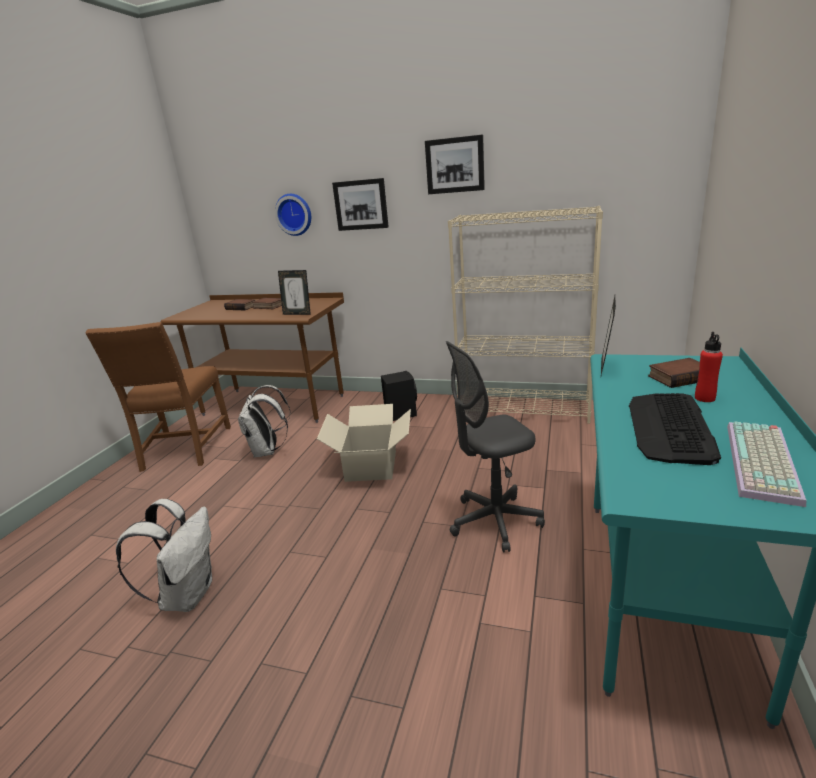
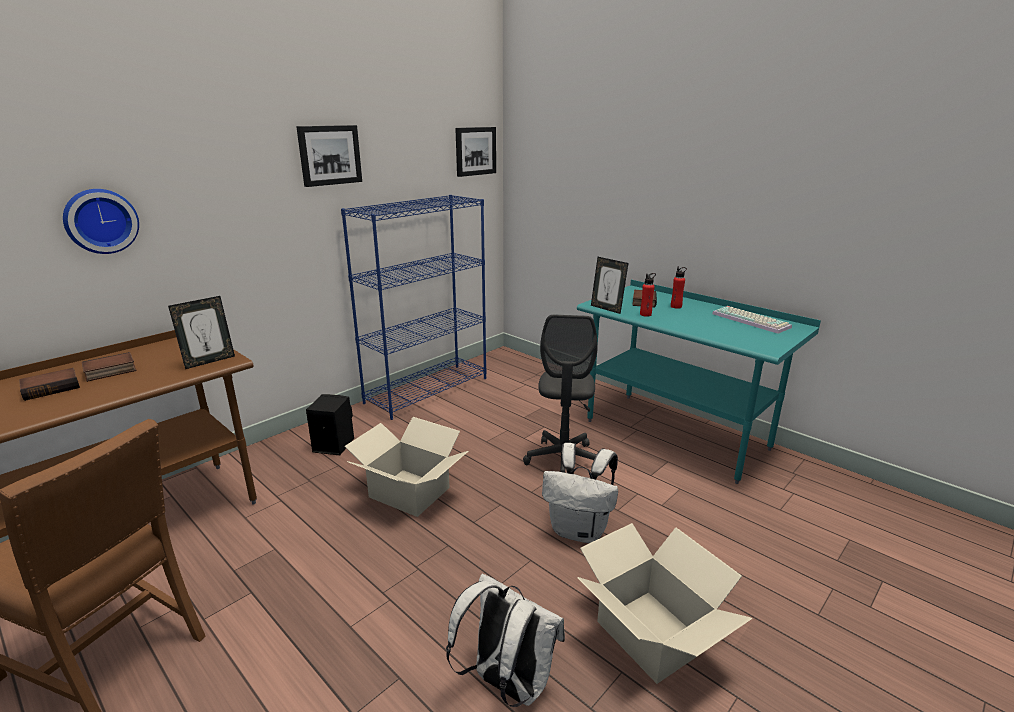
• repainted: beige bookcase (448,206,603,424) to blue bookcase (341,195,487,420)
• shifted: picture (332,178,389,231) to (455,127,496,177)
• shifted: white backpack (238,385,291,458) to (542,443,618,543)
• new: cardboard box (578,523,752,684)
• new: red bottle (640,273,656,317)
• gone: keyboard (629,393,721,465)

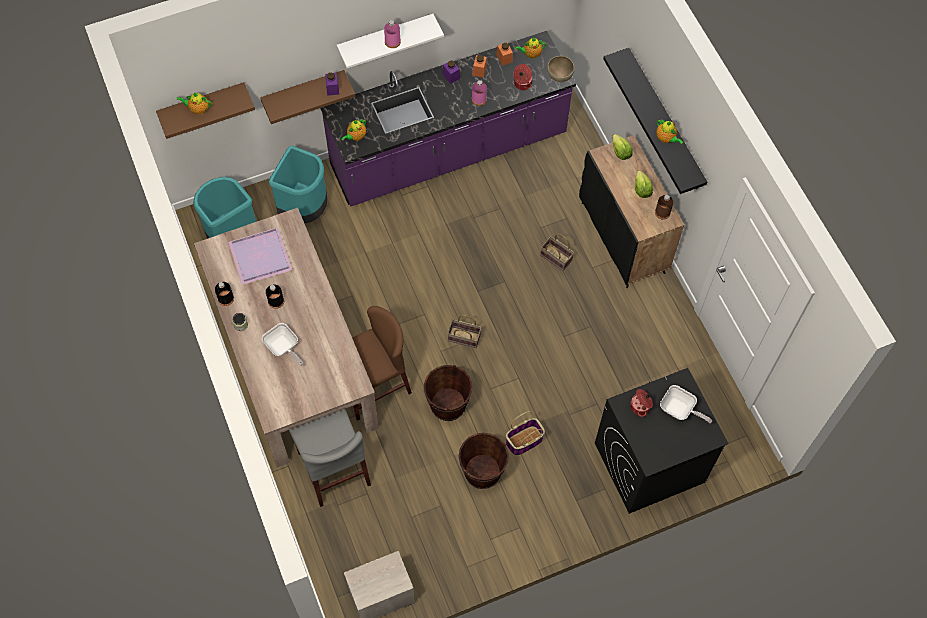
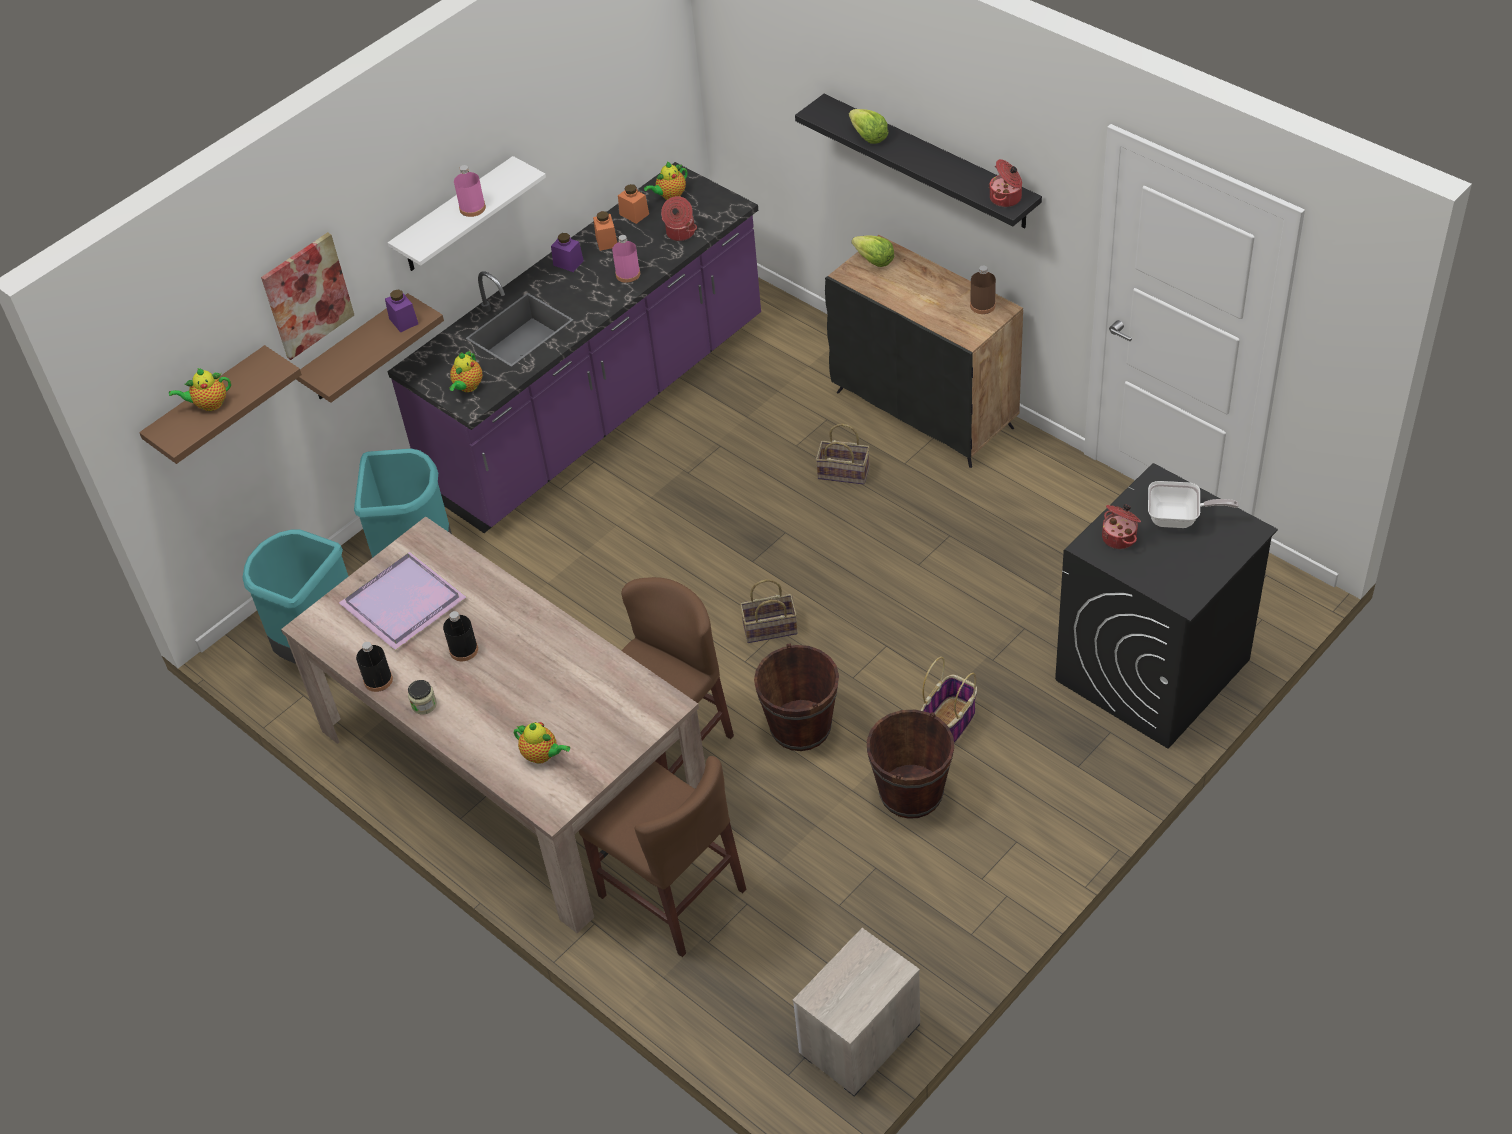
• new: picture (261,232,354,360)
• shifted: teapot (656,120,683,144) to (514,722,570,764)
• repainted: grey chair (289,409,371,507) to brown chair (579,756,746,957)
• shifted: lettuce (635,170,653,198) to (849,109,888,144)
• new: cooking pot (989,159,1022,207)
• gone: frying pan (262,323,303,366)
• gone: brown bowl (547,56,575,82)

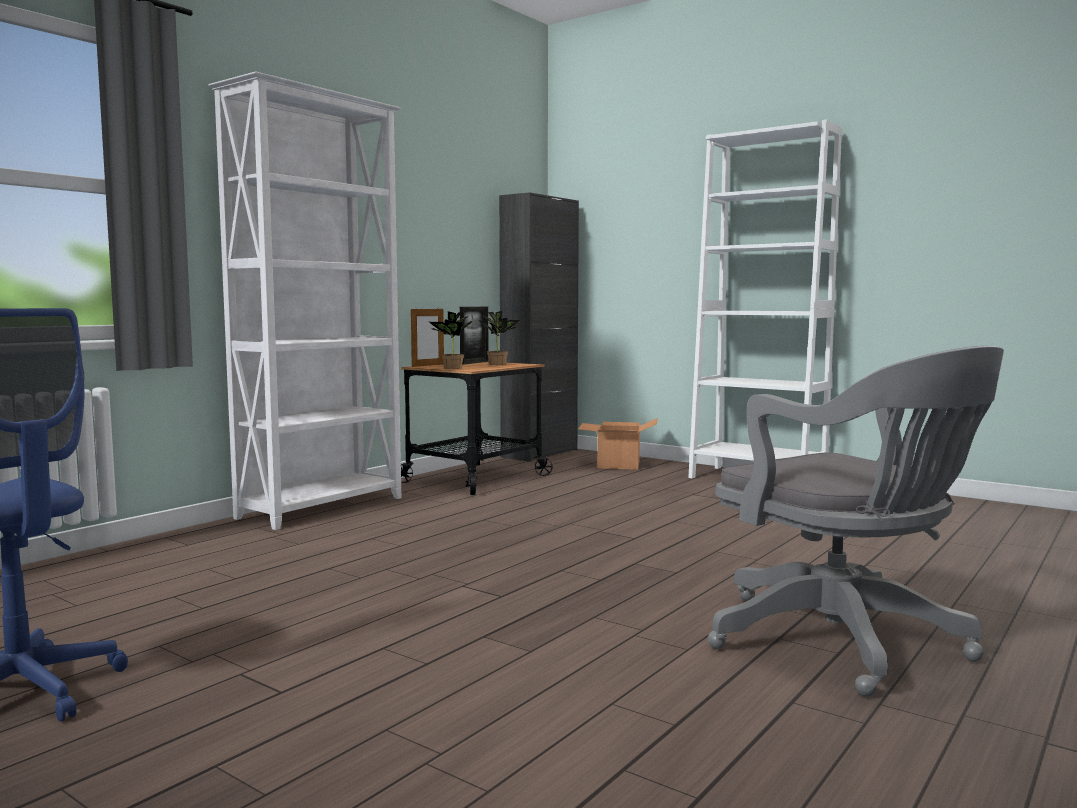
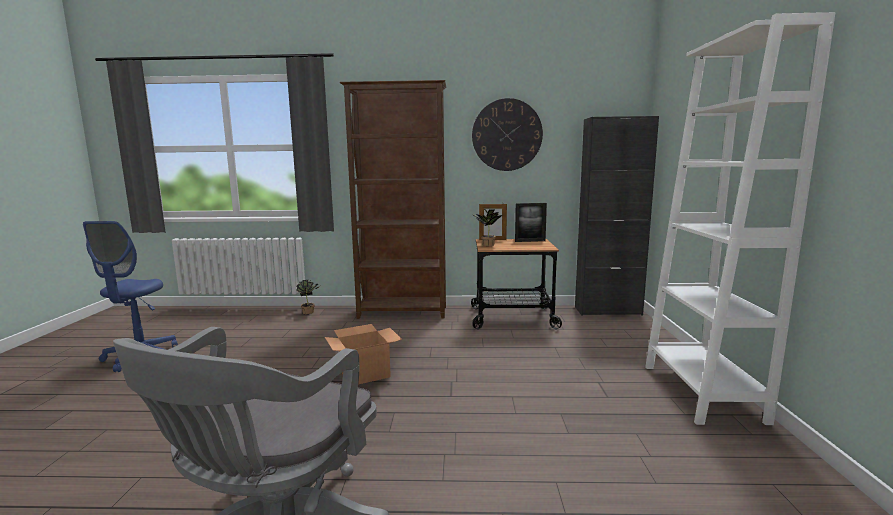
• shifted: potted plant (478,310,521,365) to (296,280,320,314)
• shifted: cardboard box (578,418,658,470) to (325,324,402,385)
• repainted: white bookcase (208,71,401,530) to brown bookcase (340,80,446,319)
• new: wall clock (472,98,543,171)

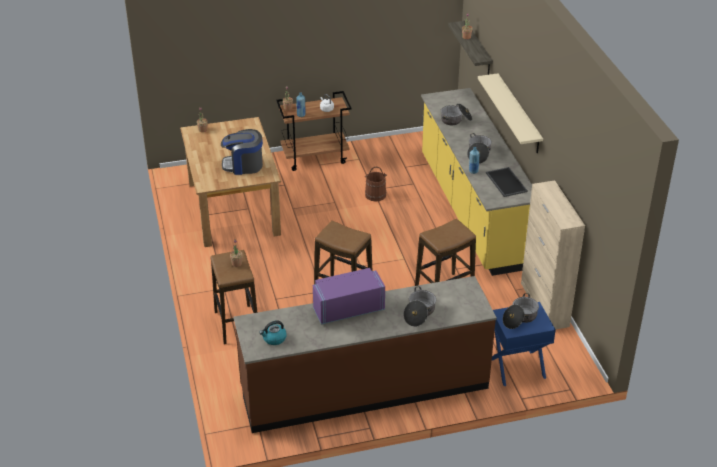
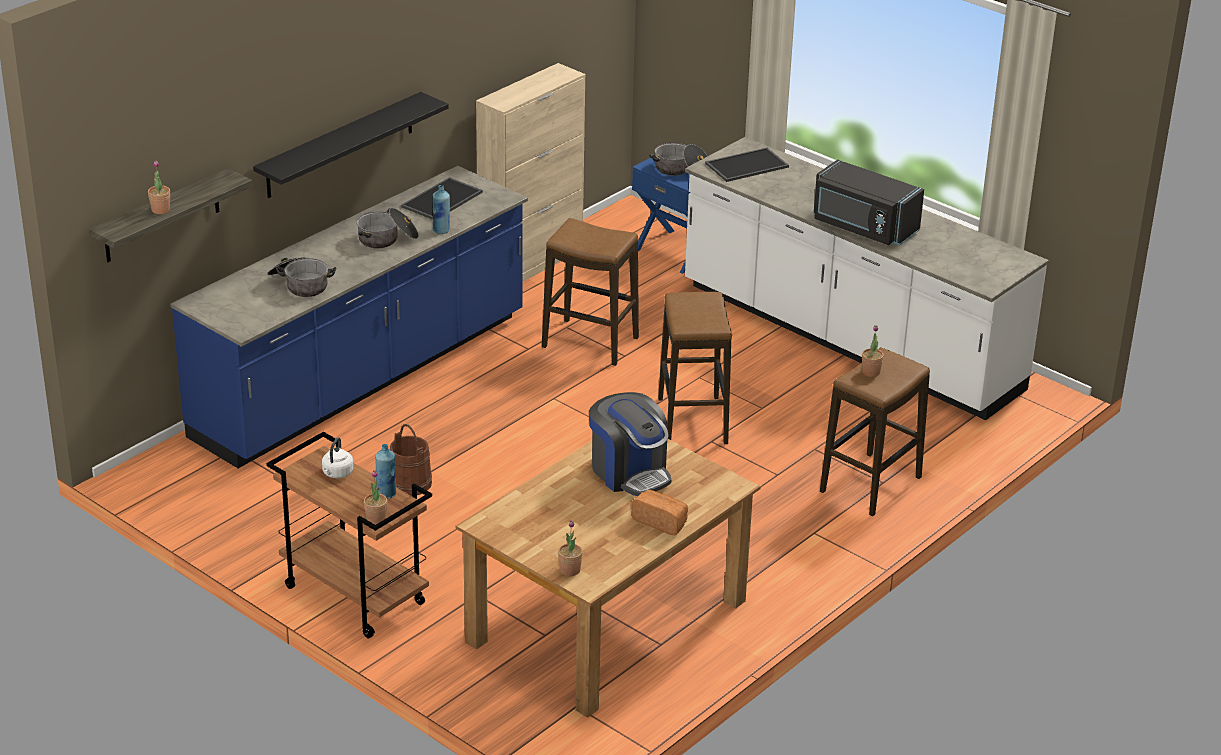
• repainted: yellow counter (421,88,532,276) to blue counter (171,166,528,468)
• repainted: beige shelf (478,73,543,154) to black shelf (253,92,449,198)
• new: bread (631,490,688,535)
• repainted: brown counter (233,276,497,433) to white counter (685,137,1049,420)
• new: tray (705,148,789,182)
• repainted: purple microwave (313,268,385,325) to black microwave (813,159,924,245)
• gone: kettle (259,321,287,345)
• gone: cooking pot (404,286,436,327)

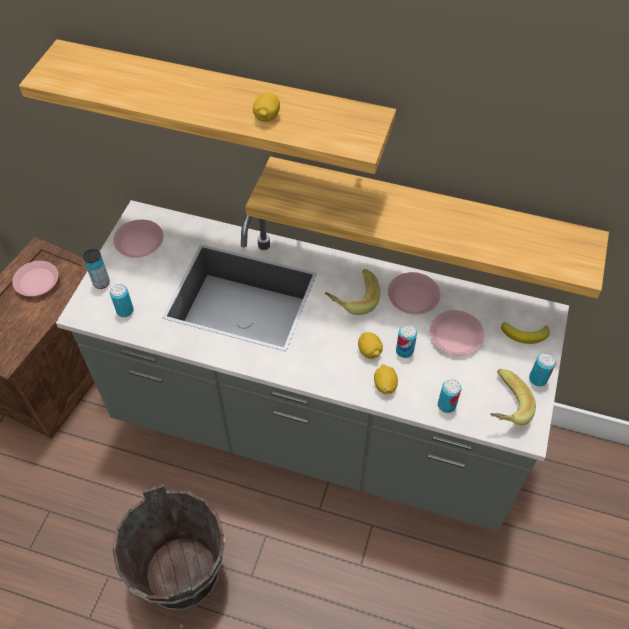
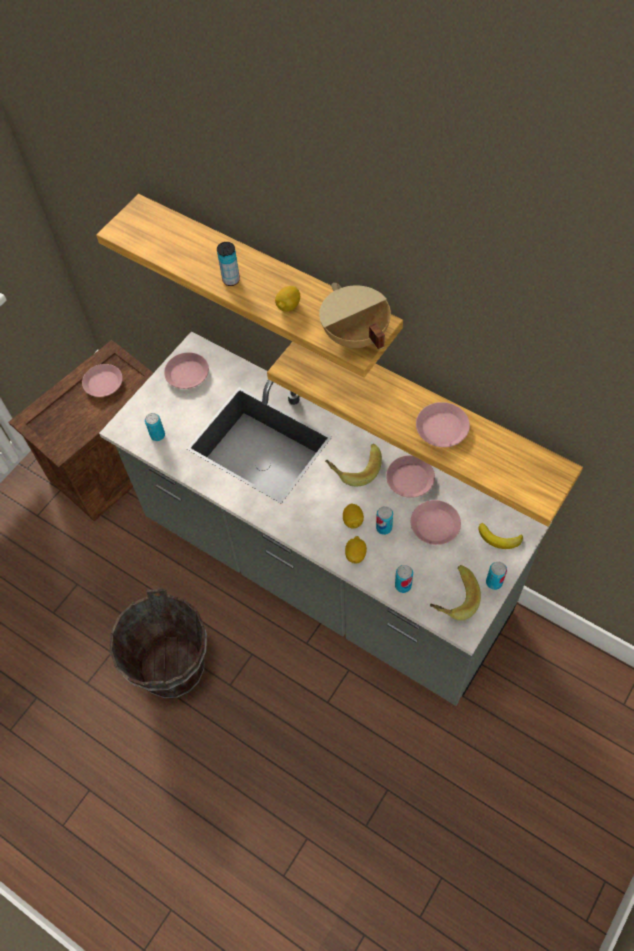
• shifted: can (83,249,110,289) to (217,242,240,286)
• new: beige cooking pot (319,283,391,350)
• new: pink plate (416,402,470,447)

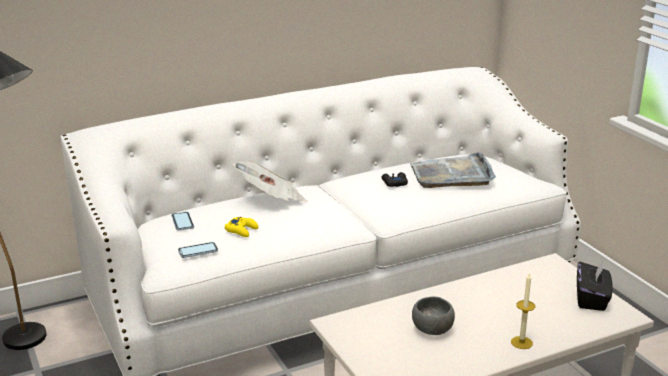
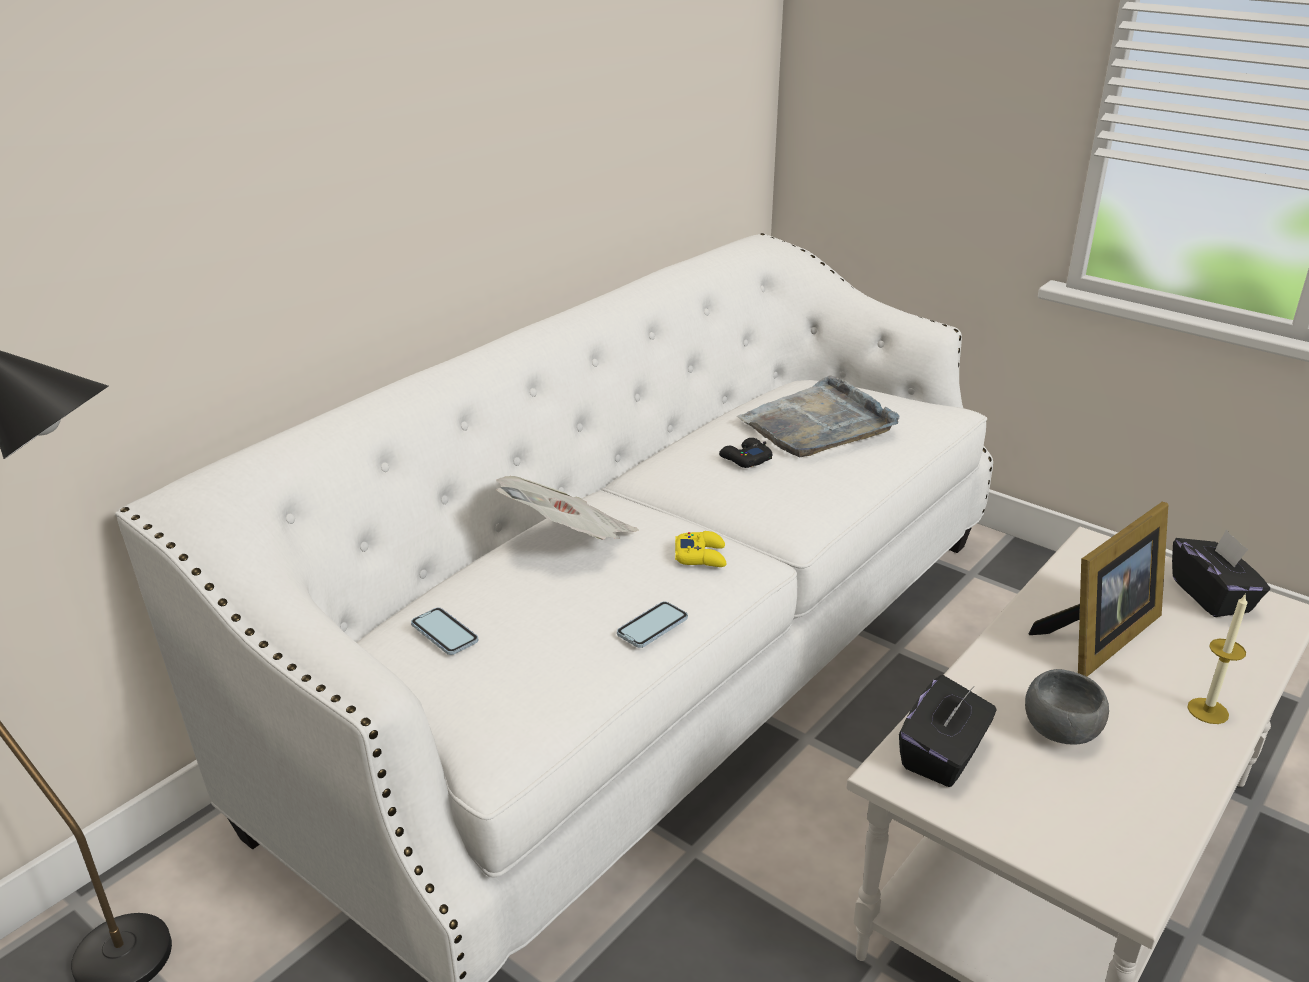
• shifted: phone (178,242,218,258) to (617,601,688,648)
• shifted: yellow game controller (225,217,258,237) to (675,531,726,567)
• new: black tissue box (899,675,996,787)
• new: picture frame (1029,502,1168,677)

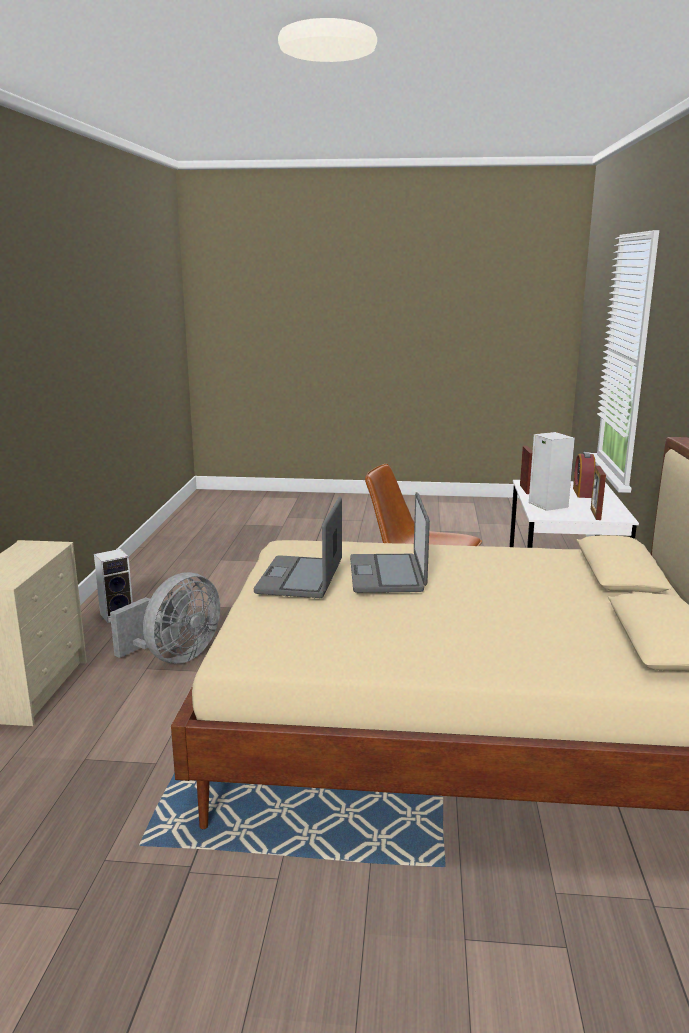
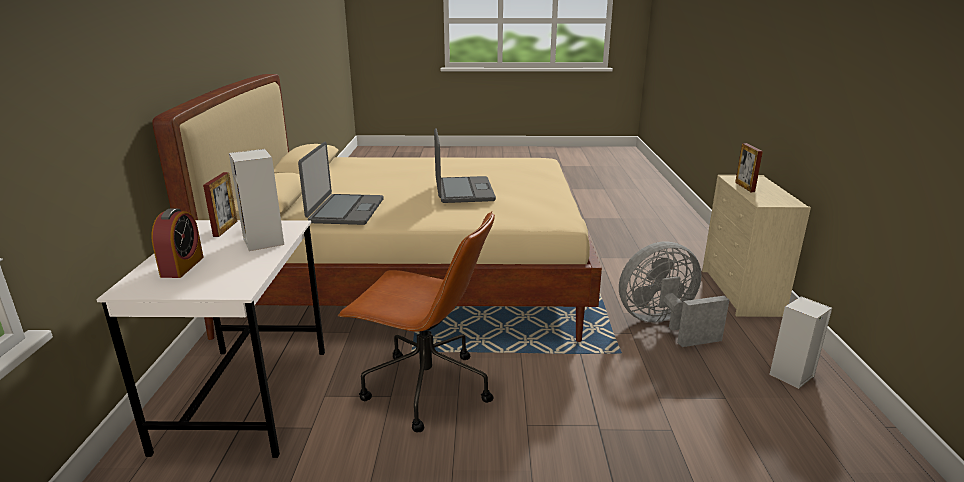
• shifted: laptop (254,497,342,598) to (298,142,384,225)
• rotated: grey fan (110,572,220,664) = (619,241,729,347) 45 degrees clockwise
• shifted: picture frame (520,446,533,494) to (735,143,763,192)

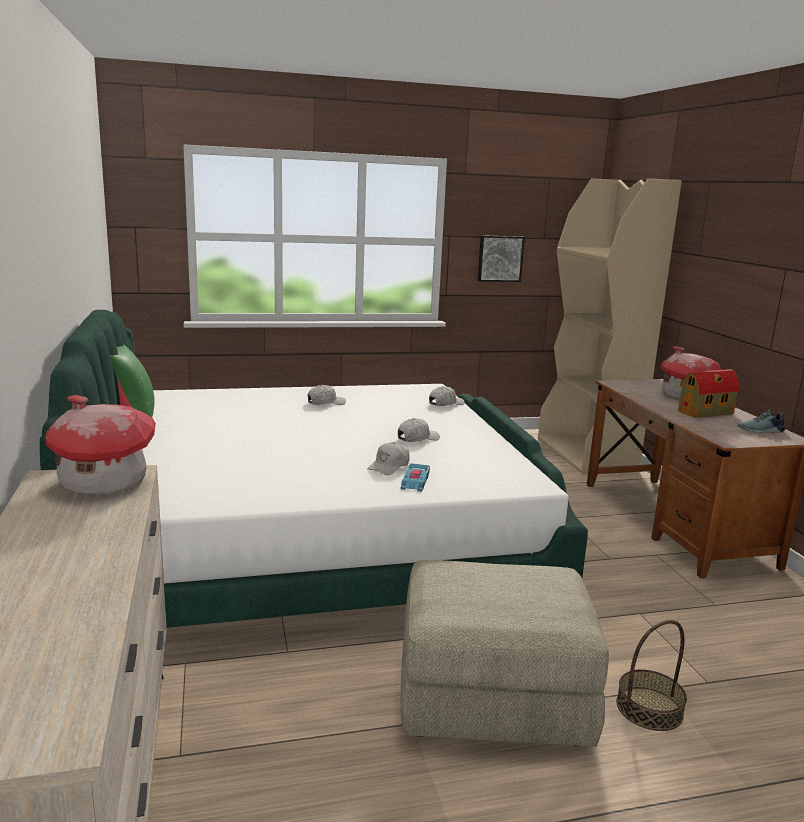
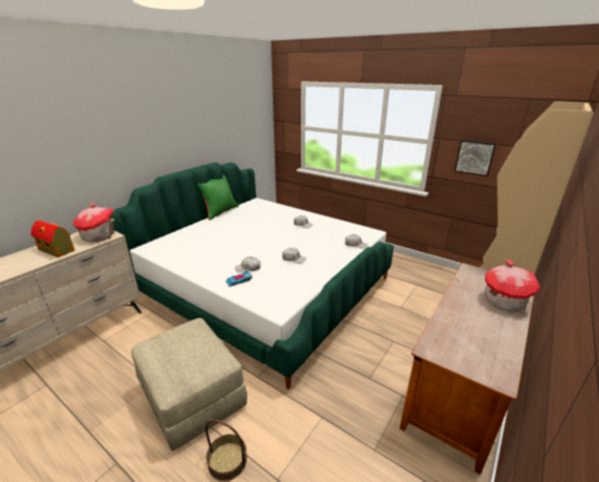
• shifted: toy house (678,369,740,418) to (31,220,75,258)
• gone: shoe (738,410,785,433)

